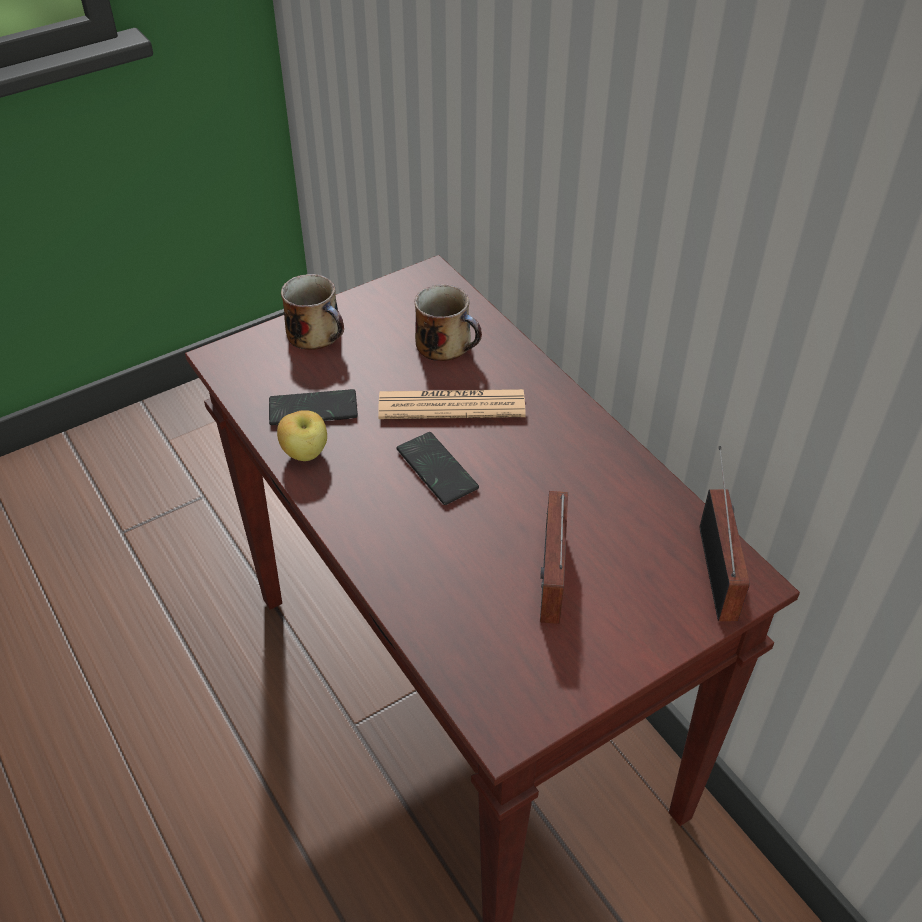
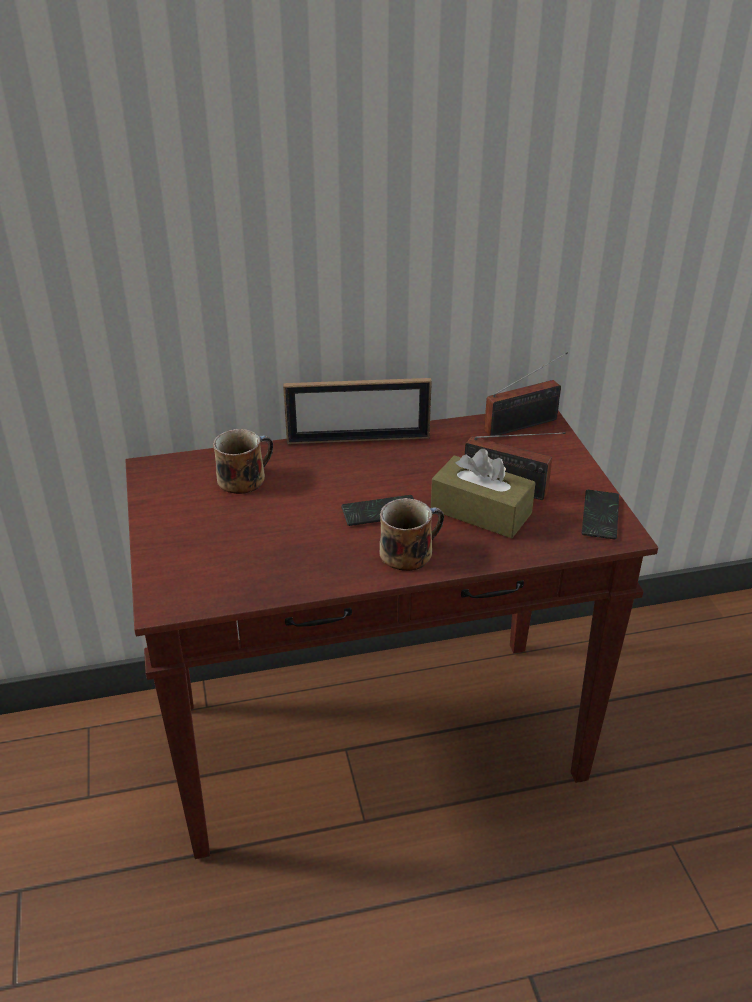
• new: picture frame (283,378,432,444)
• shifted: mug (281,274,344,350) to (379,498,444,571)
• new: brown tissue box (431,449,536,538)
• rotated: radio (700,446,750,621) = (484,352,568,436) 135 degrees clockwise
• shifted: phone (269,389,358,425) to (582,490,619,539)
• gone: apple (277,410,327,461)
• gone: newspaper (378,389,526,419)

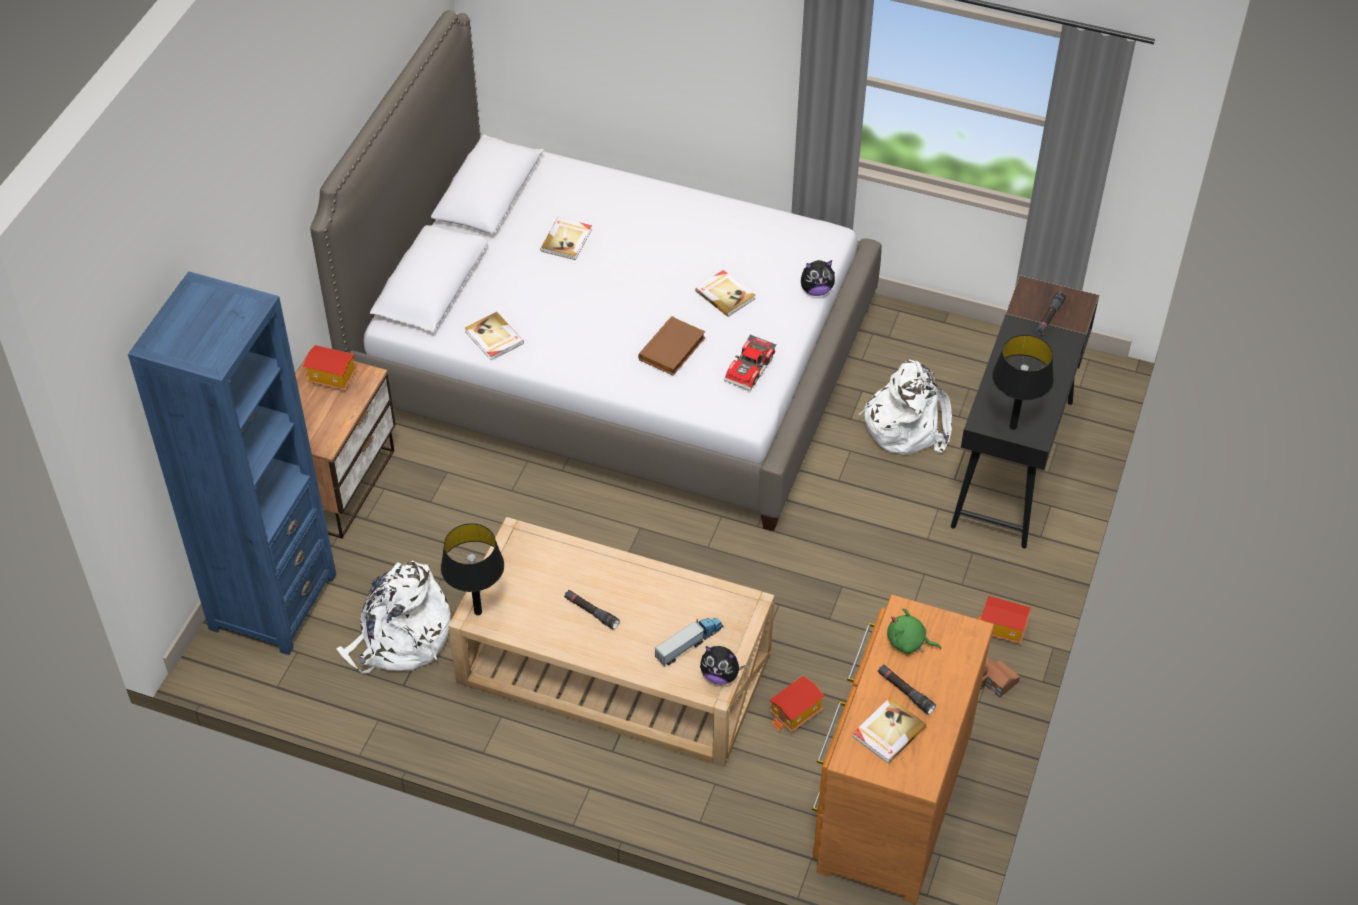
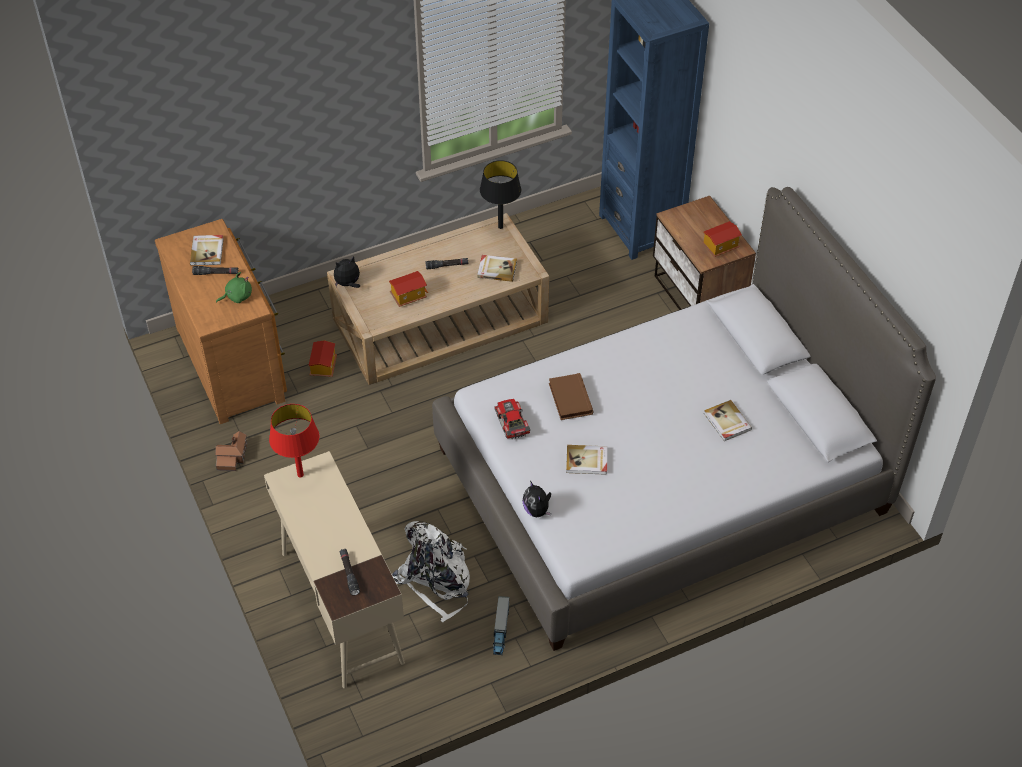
• repainted: black desk (951,275,1099,548) to beige desk (264,451,405,688)
• repainted: black table lamp (992,335,1054,430) to red table lamp (269,404,319,477)
• shifted: toy house (978,596,1031,644) to (389,271,428,307)
• shifted: book (465,312,524,360) to (477,255,517,282)
• shifted: toy truck (655,618,724,666) to (493,596,509,655)
• rotated: plush toy (801,260,835,296) = (523,481,551,517) 60 degrees counterclockwise
• gone: white backpack (336,561,451,674)

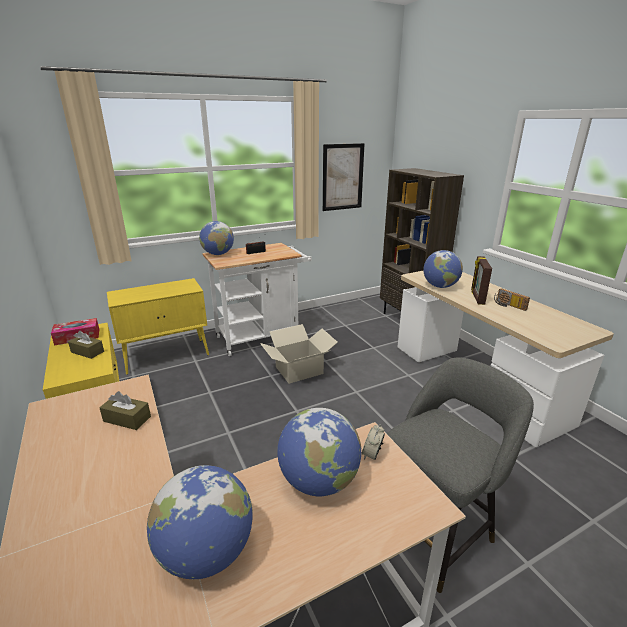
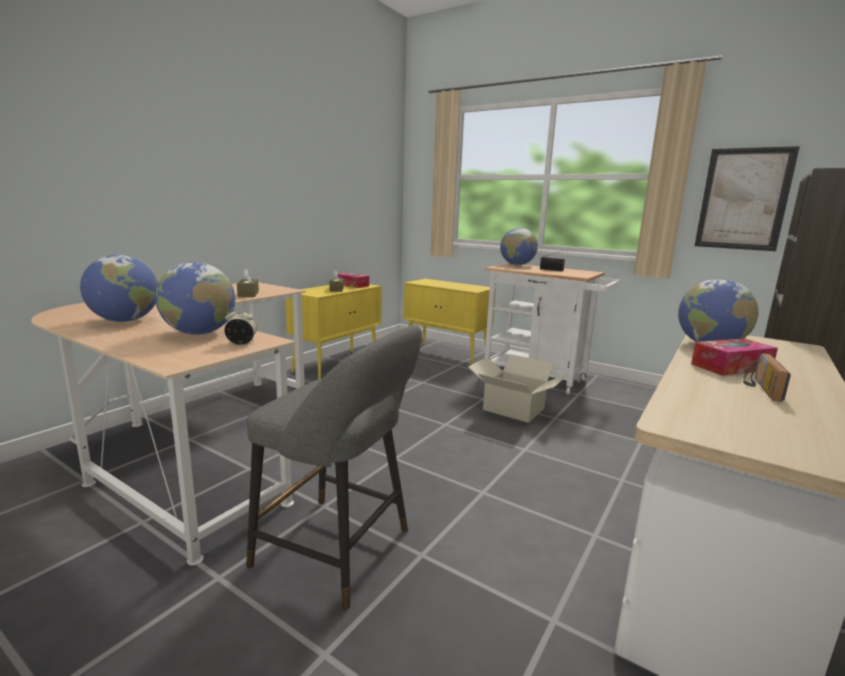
• swapped: picture frame (471,256,492,305) to tissue box (691,338,778,376)

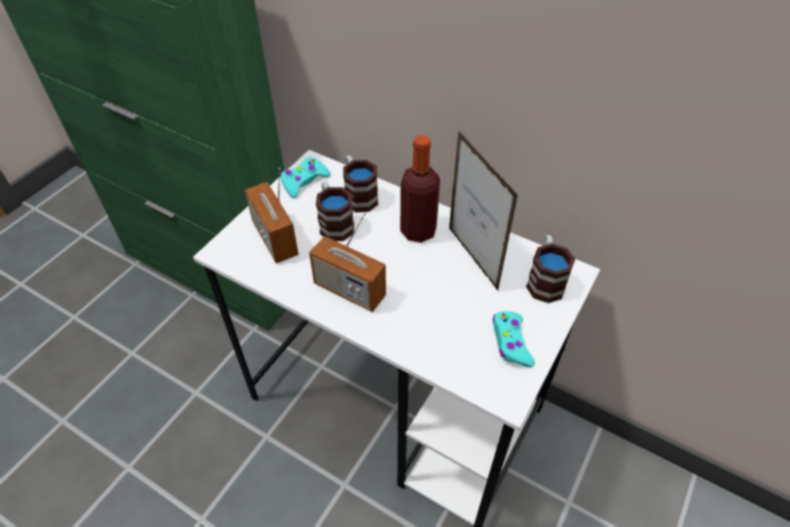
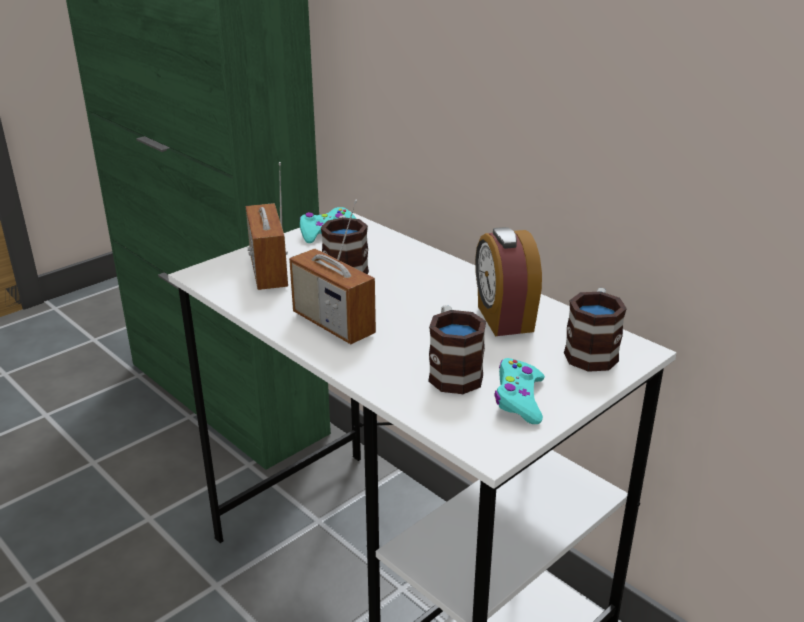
• shifted: mug (343,155,378,212) to (428,305,486,394)
• swapped: picture frame (449,130,518,292) to alarm clock (475,227,542,336)
• gone: bottle (400,135,440,243)

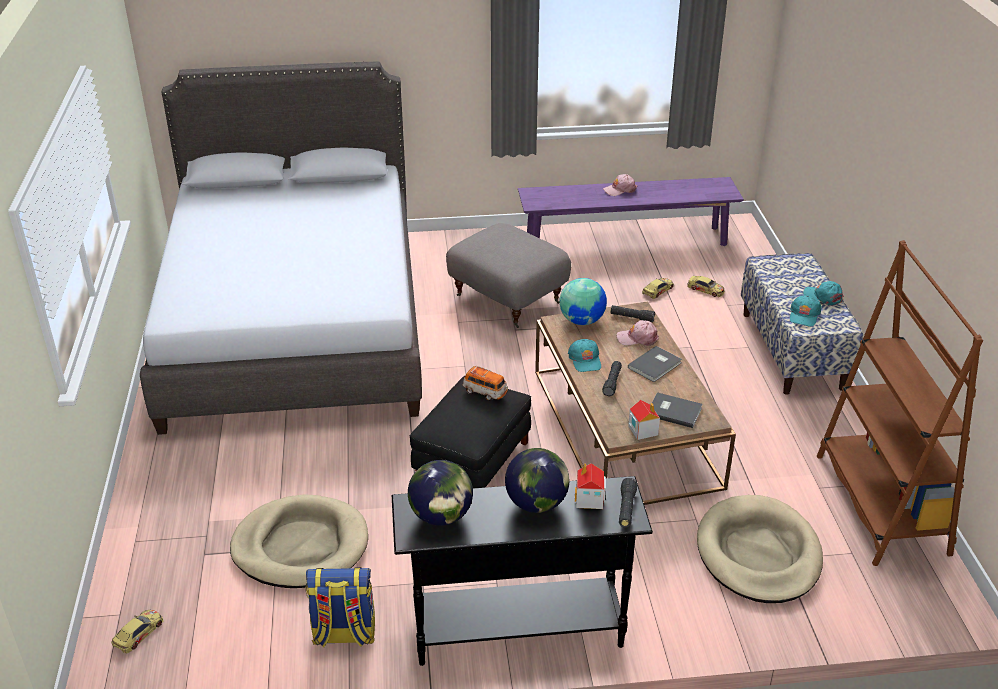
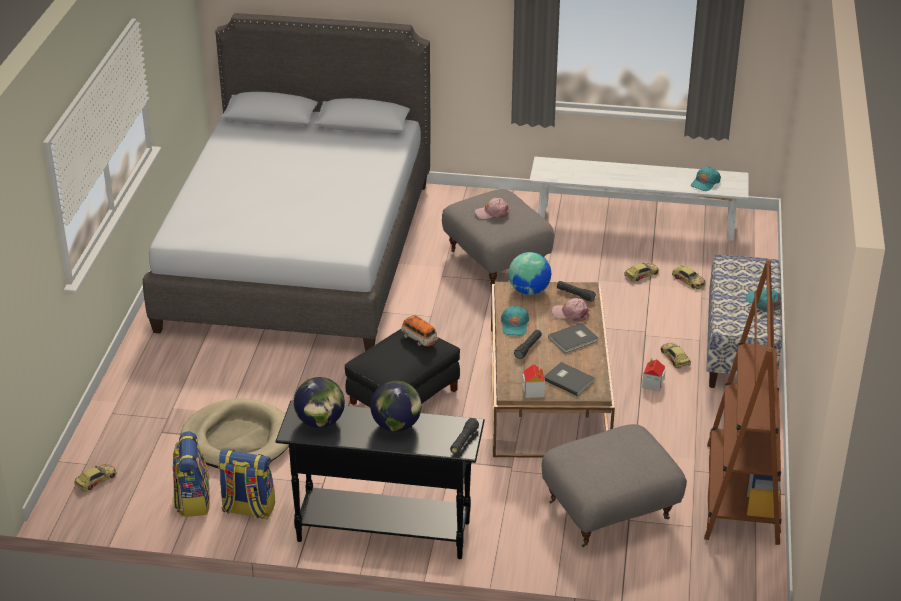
• new: backpack (173,431,209,517)
• shifted: pink cap (603,174,637,196) to (475,198,510,219)
• repainted: purple bench (518,177,744,246) to white bench (529,157,748,241)
• swapped: beige dog bed (697,495,823,603) to grey ottoman (542,424,687,547)
• shifted: toy house (575,463,606,509) to (642,358,665,391)
• new: toy car (661,343,691,369)
• shifted: turquoise cap (790,295,821,326) to (691,166,721,191)

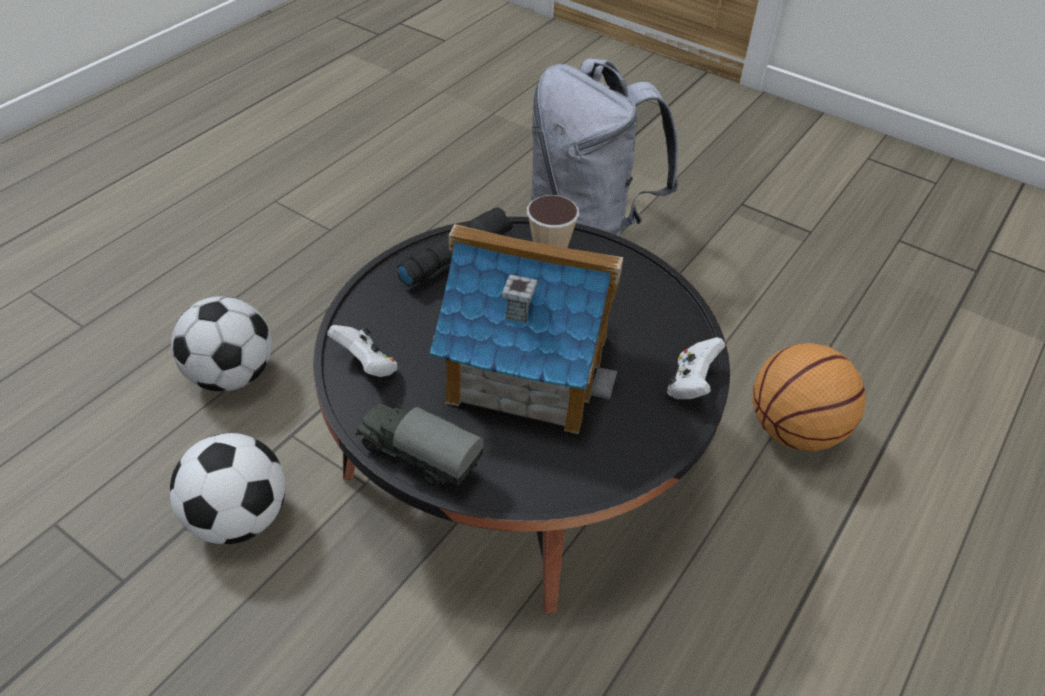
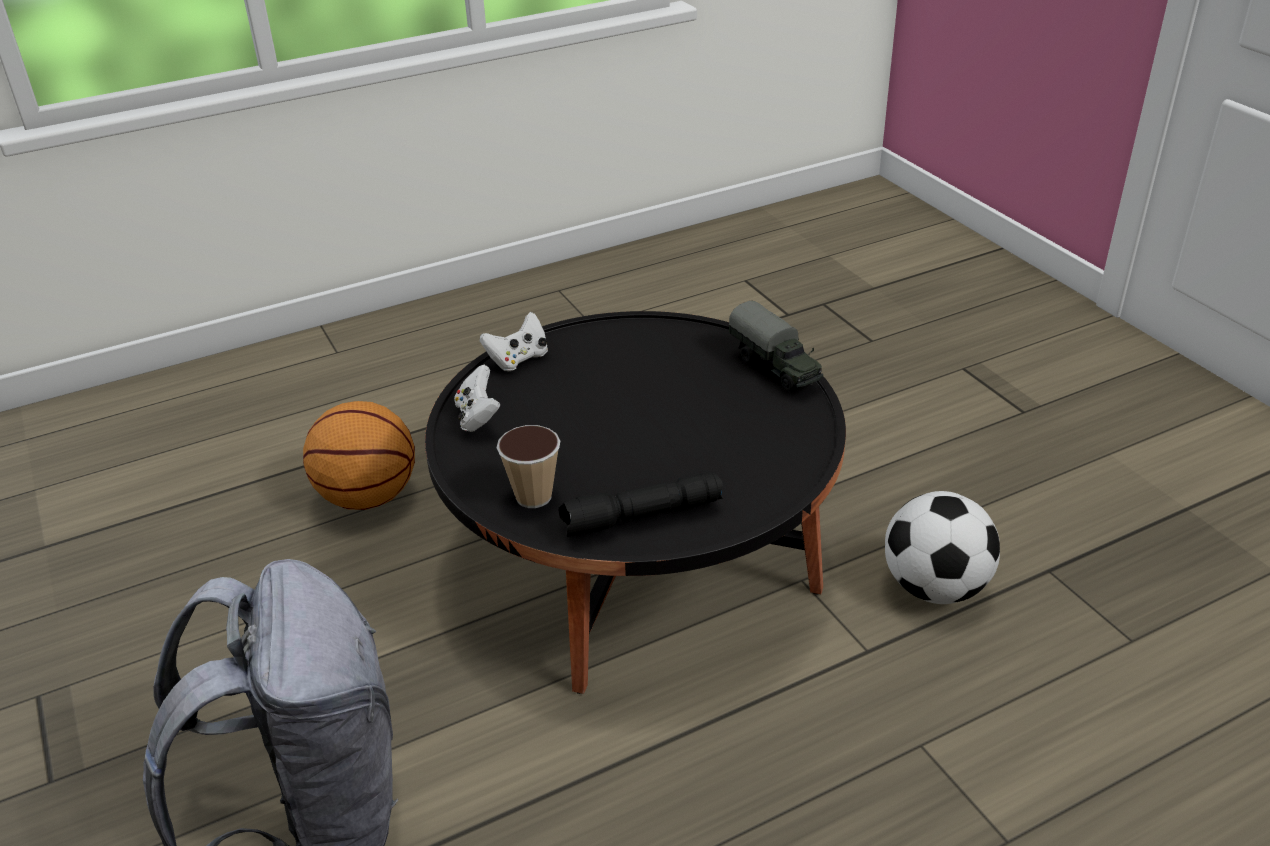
• shifted: white game controller (327,325,398,377) to (454,365,500,432)
• gone: football (171,296,272,391)
• gone: toy house (430,224,623,434)

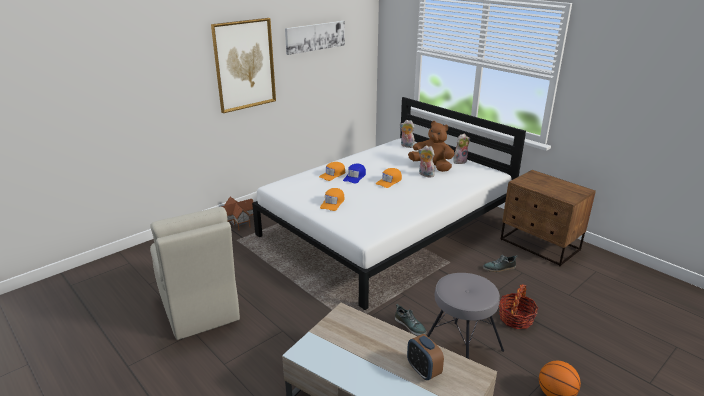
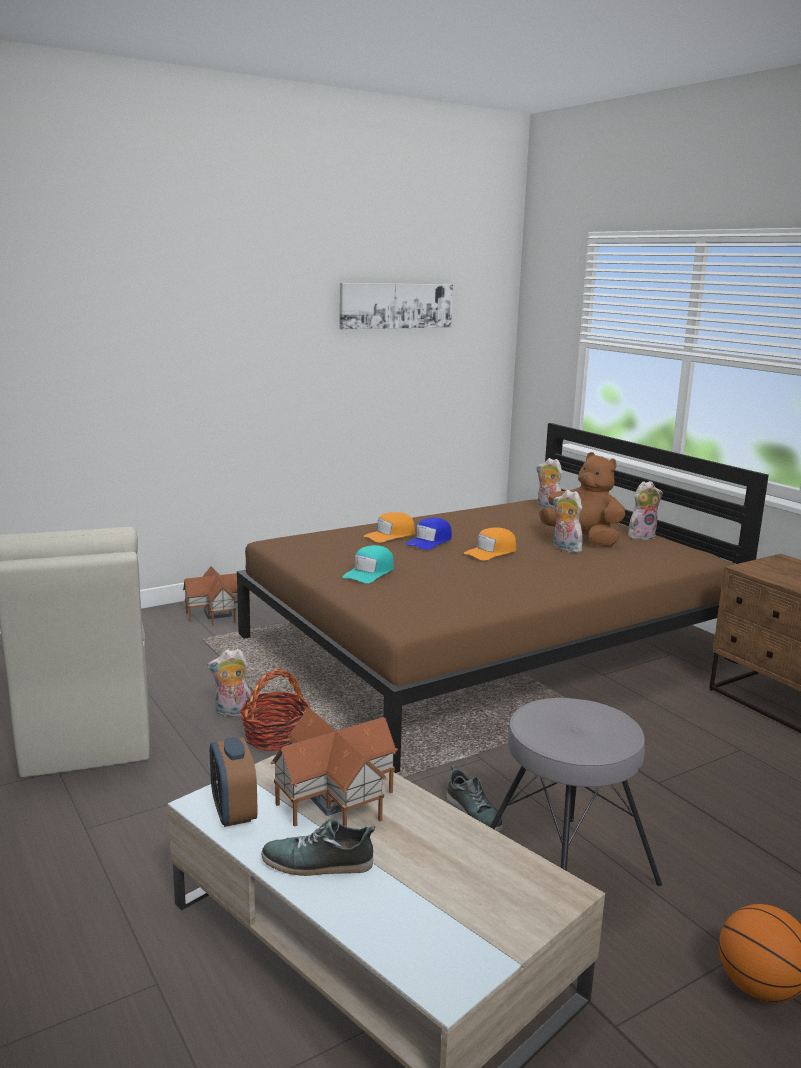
• new: plush toy (207,649,251,717)
• shifted: alarm clock (407,334,444,380) to (210,737,258,827)
• repainted: white bed (252,97,526,310) to brown bed (237,423,769,773)
• shifted: basket (499,284,539,329) to (240,669,310,751)
• shifted: shoe (483,255,518,272) to (261,819,376,876)
• new: toy house (271,708,398,827)
• repainted: orange cap (320,188,344,211) to turquoise cap (342,545,394,583)
• gone: picture (211,18,276,113)

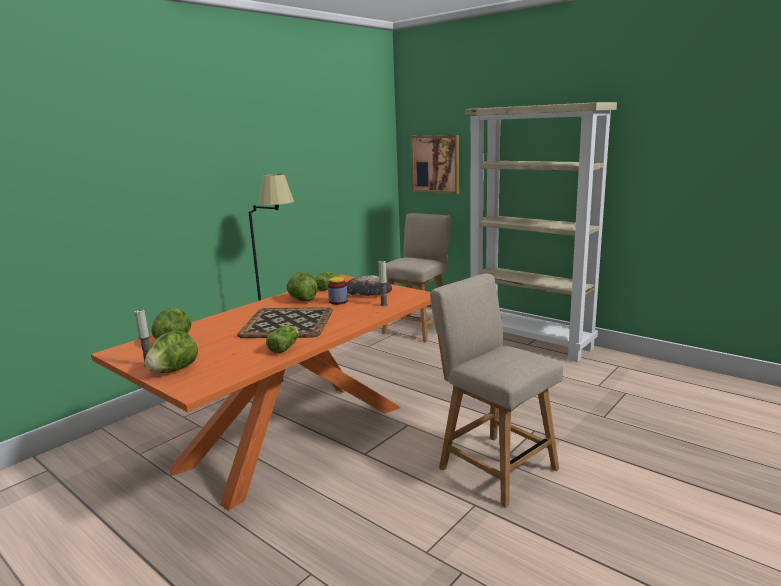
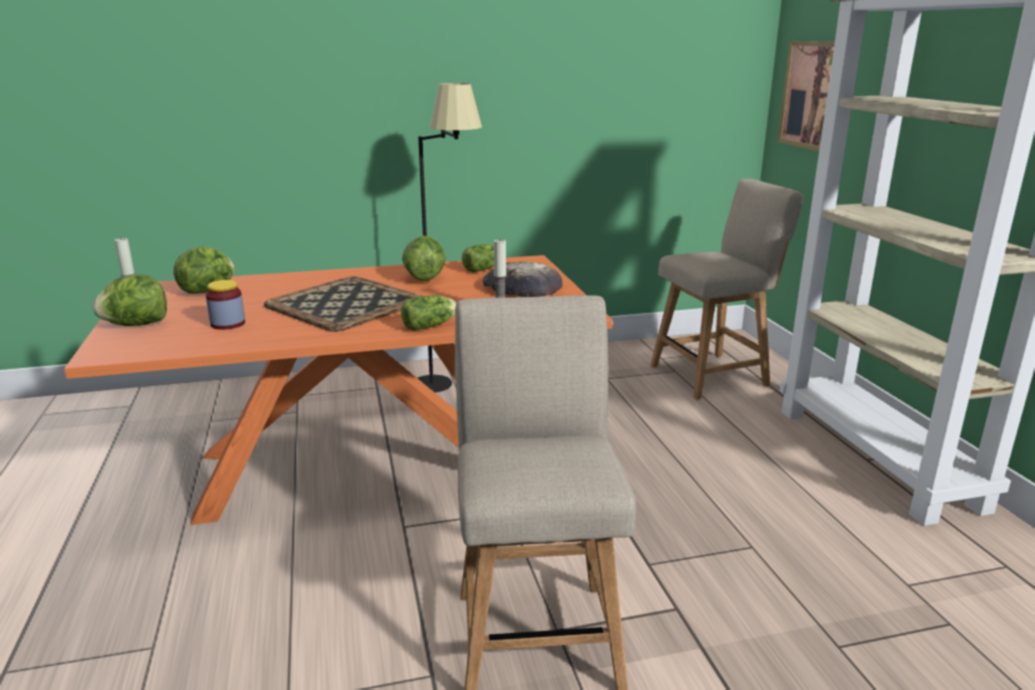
• shifted: jar (328,277,348,305) to (206,280,245,330)
• shifted: lettuce (266,325,299,354) to (401,295,457,331)

